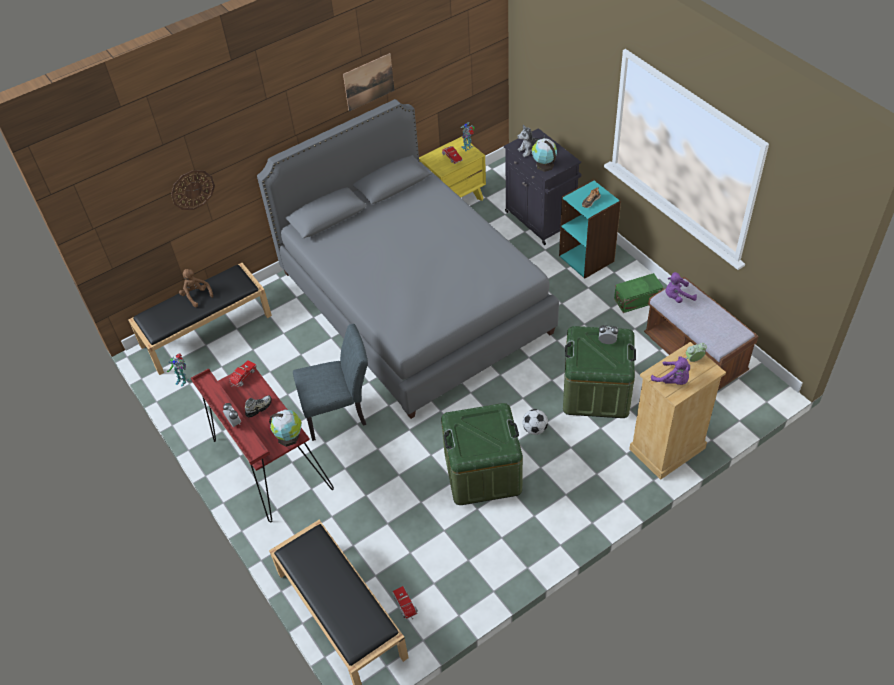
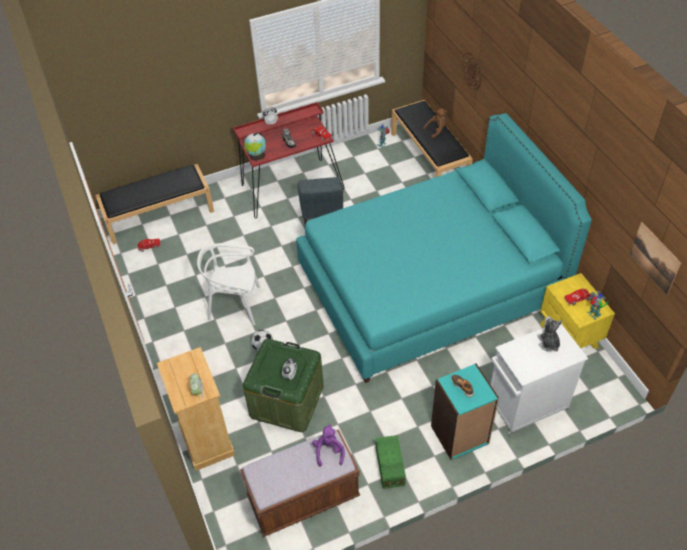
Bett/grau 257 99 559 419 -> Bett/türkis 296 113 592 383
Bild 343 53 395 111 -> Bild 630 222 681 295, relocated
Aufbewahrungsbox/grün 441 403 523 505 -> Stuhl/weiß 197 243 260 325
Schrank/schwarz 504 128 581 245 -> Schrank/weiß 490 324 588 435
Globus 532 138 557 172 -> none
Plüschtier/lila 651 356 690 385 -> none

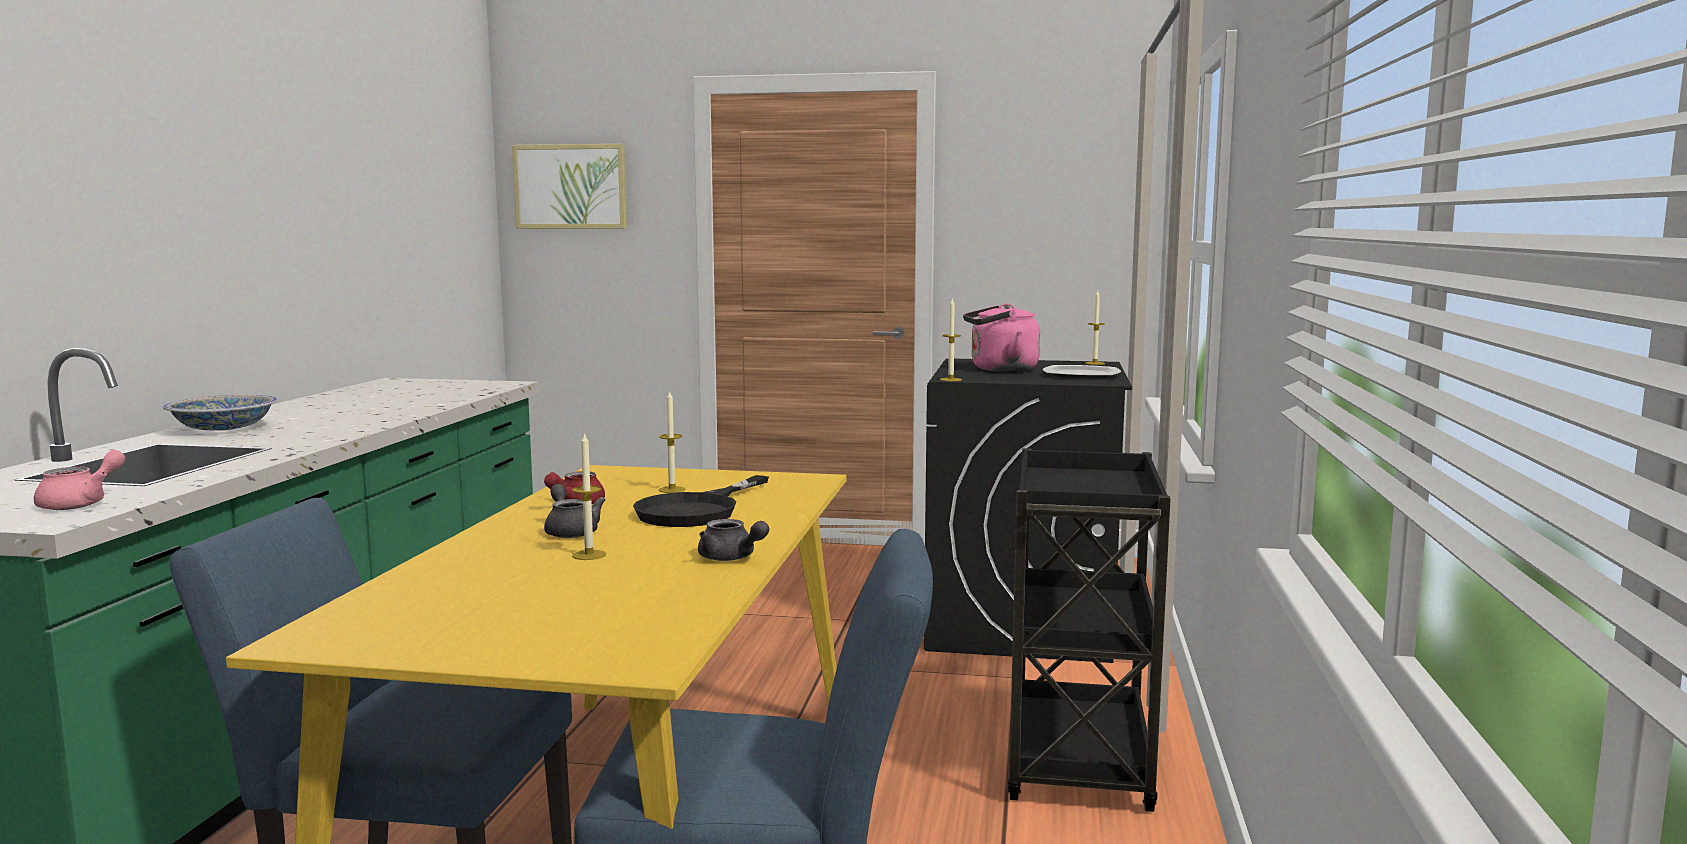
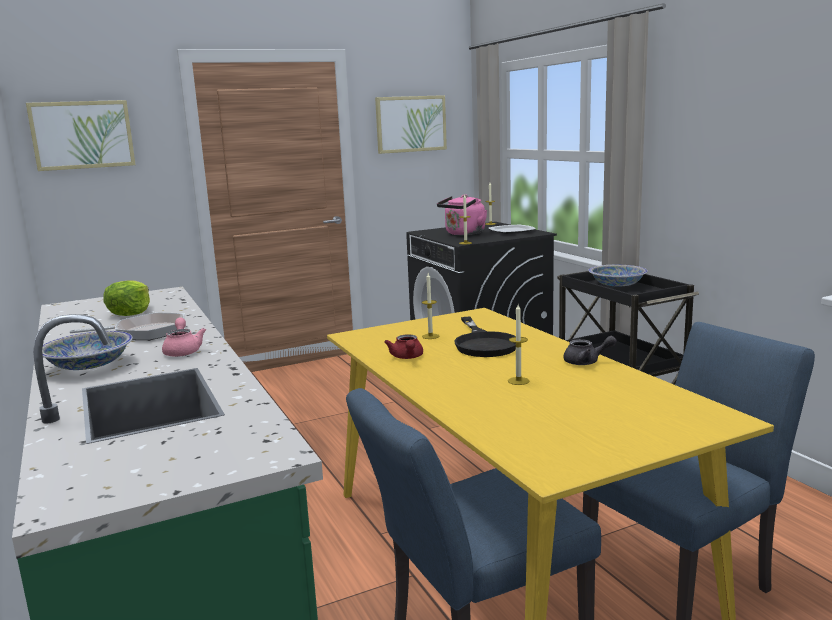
Teekanne/rosa 34 450 125 510 -> Teekanne/rosa 162 318 206 357, relocated
Teekanne/grau 544 484 605 538 -> none
none -> Pfanne 70 313 185 340
none -> Salatkopf 104 280 150 316
none -> Bild 375 95 447 154
none -> Schüssel 588 265 648 287

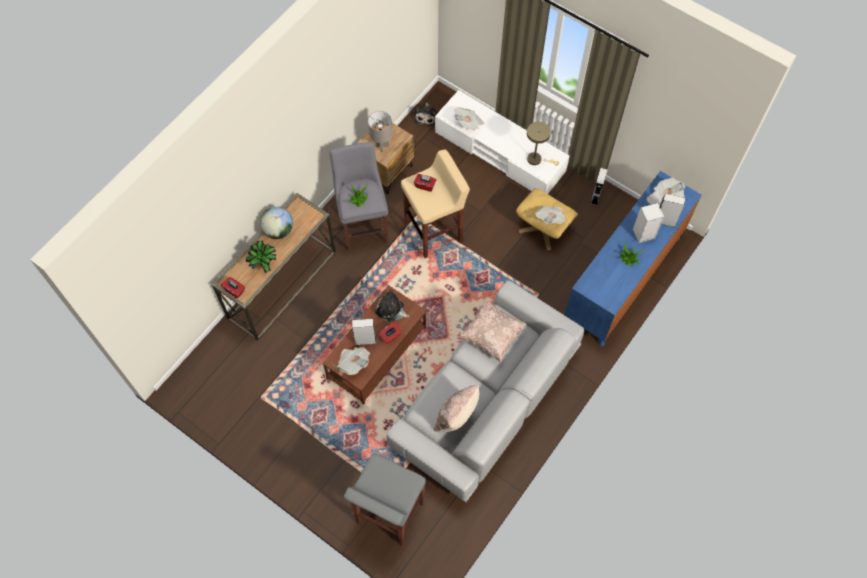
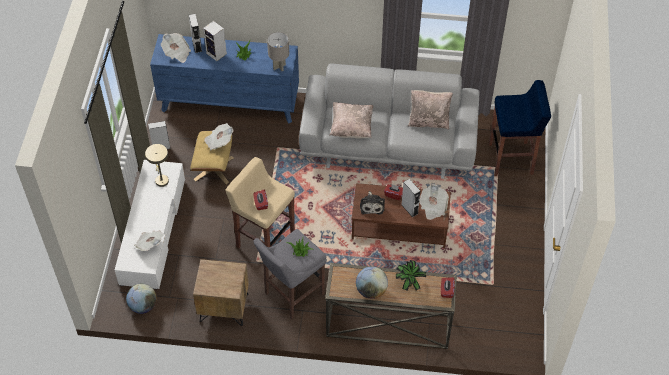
Hocker/grau 344 454 426 546 -> Hocker/blau 489 80 551 176
Tischlampe/grau 368 111 392 152 -> Tischlampe/grau 267 32 289 71, relocated
Plüschtier 414 102 438 126 -> Globus 126 284 157 314

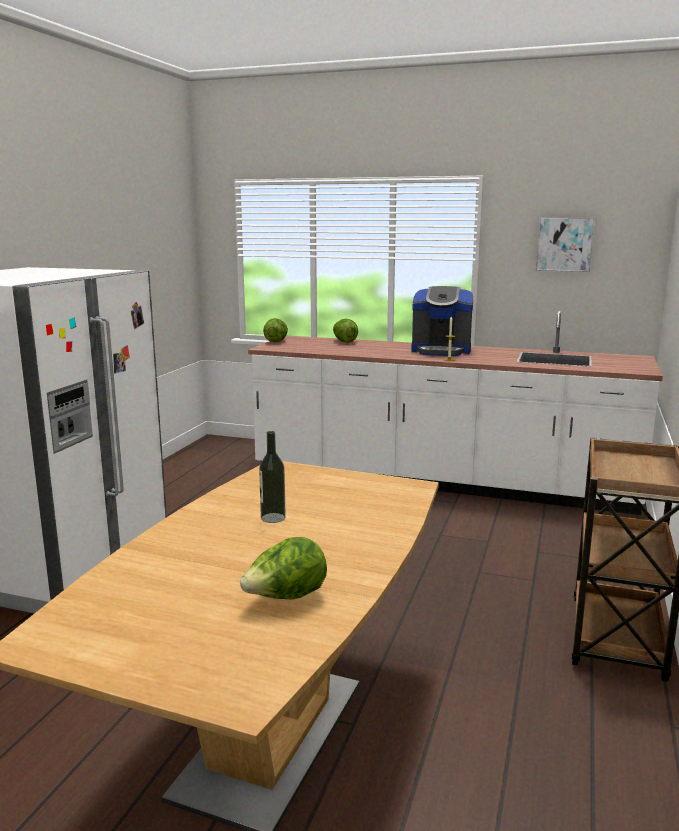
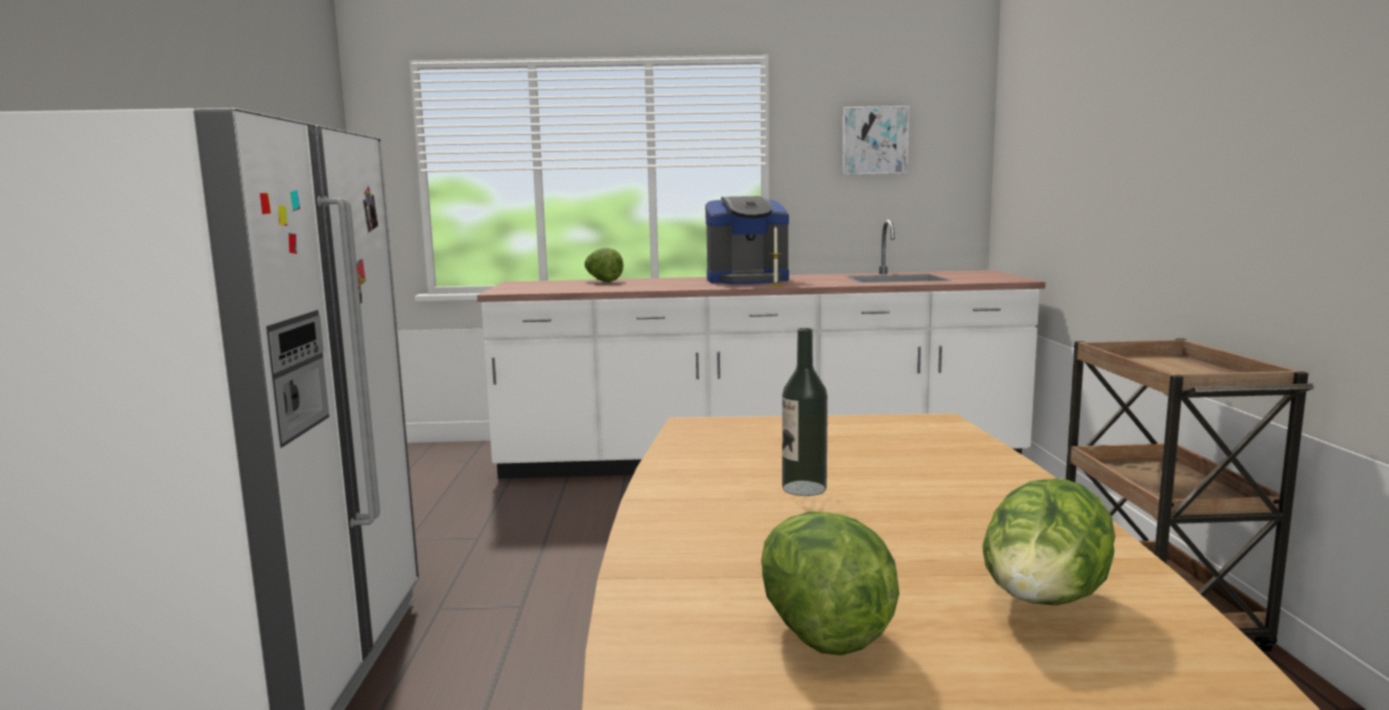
Salatkopf 263 318 288 342 -> Salatkopf 761 511 899 656, relocated

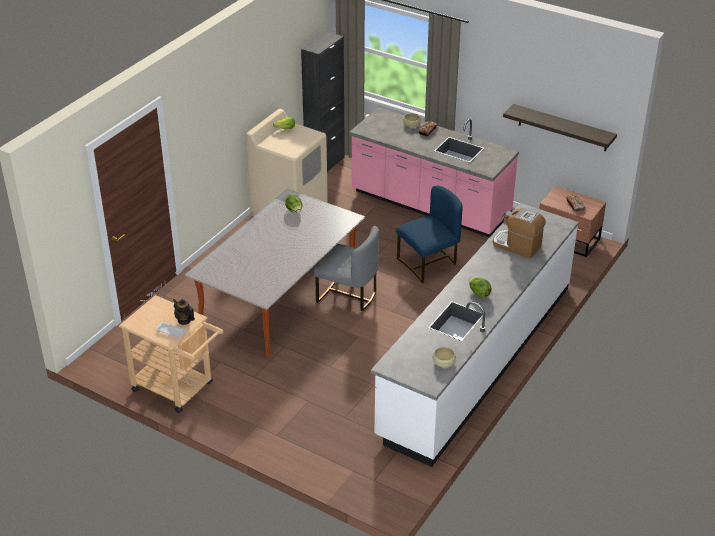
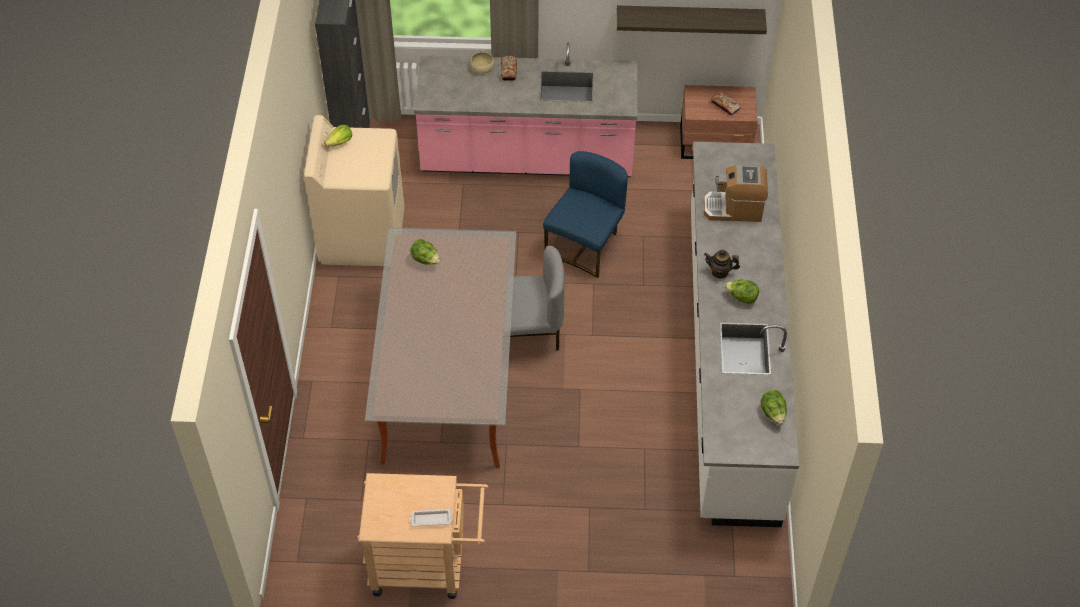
Teekanne 173 299 195 325 -> Teekanne 704 250 740 279, relocated
Schüssel/beige 433 347 456 367 -> Salatkopf 761 390 787 425

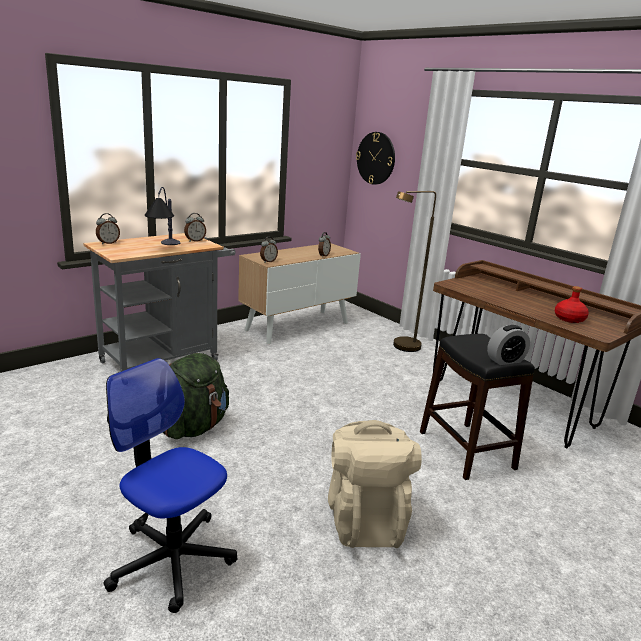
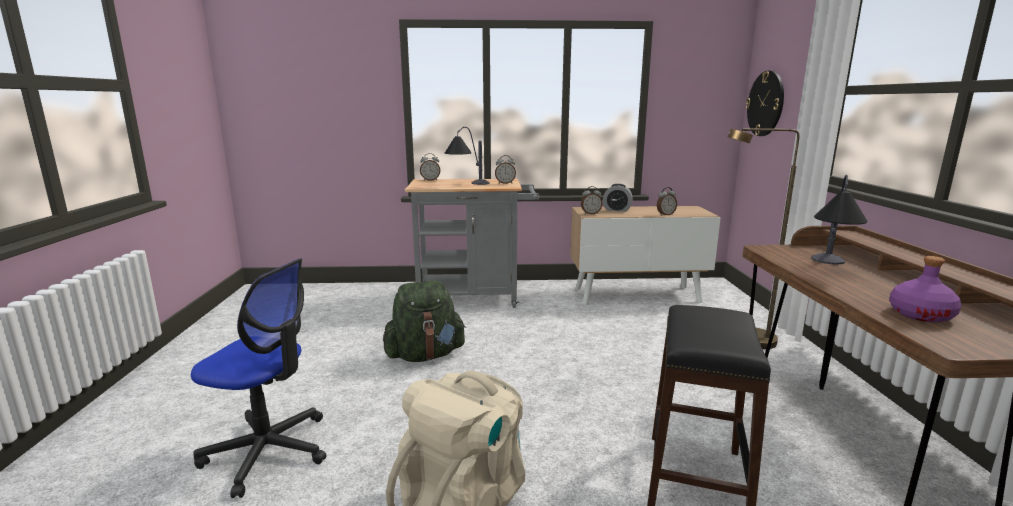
Bürostuhl 103 358 237 613 -> Bürostuhl 191 258 327 498, 120 degrees clockwise
Wecker 487 325 530 365 -> Wecker 603 184 633 212, relocated
Flasche/rot 555 286 589 323 -> Flasche/lila 889 256 962 323
none -> Tischlampe 811 175 867 264

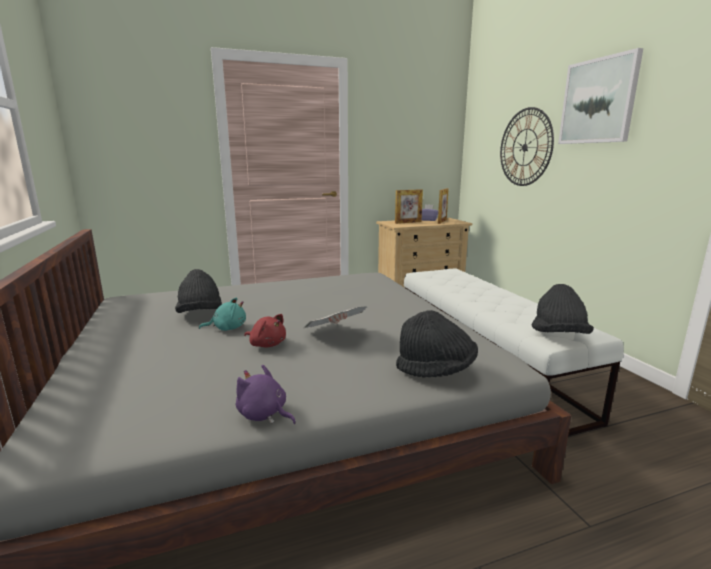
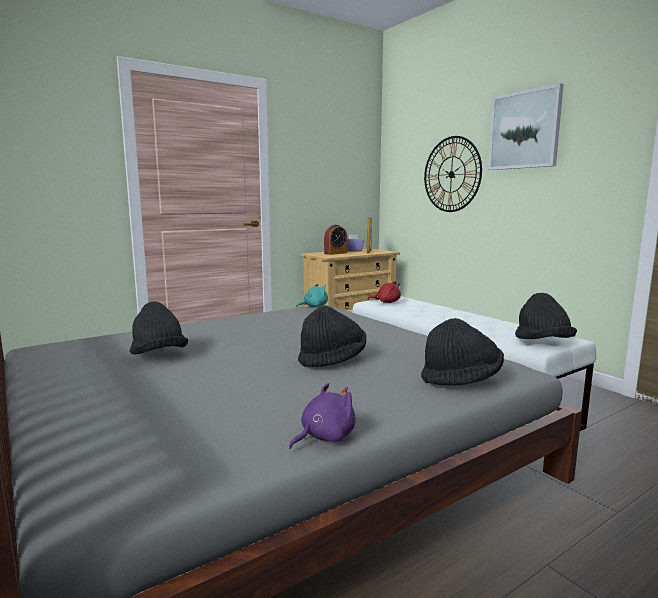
Plüschtier/türkis 199 297 246 331 -> Plüschtier/türkis 296 284 328 307, relocated
Plüschtier/lila 236 365 296 424 -> Plüschtier/lila 289 383 355 449, 120 degrees clockwise
Plüschtier/rot 244 314 286 347 -> Plüschtier/rot 368 281 401 303, relocated
Zeitung 304 307 367 328 -> Hut/schwarz 298 306 366 367
Bilderrahmen 395 189 423 224 -> Wecker 324 225 348 255

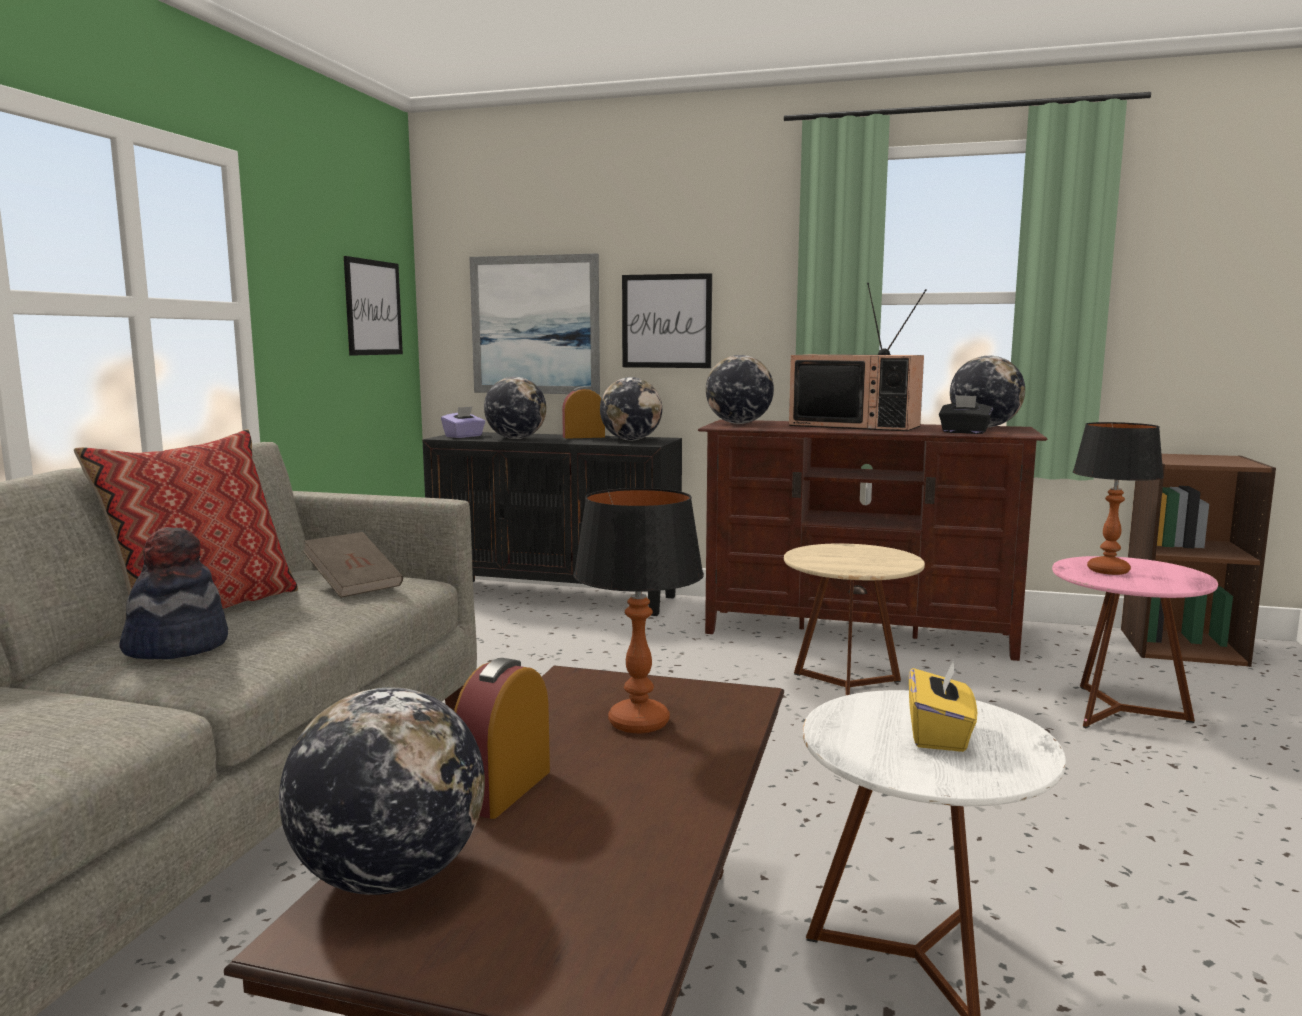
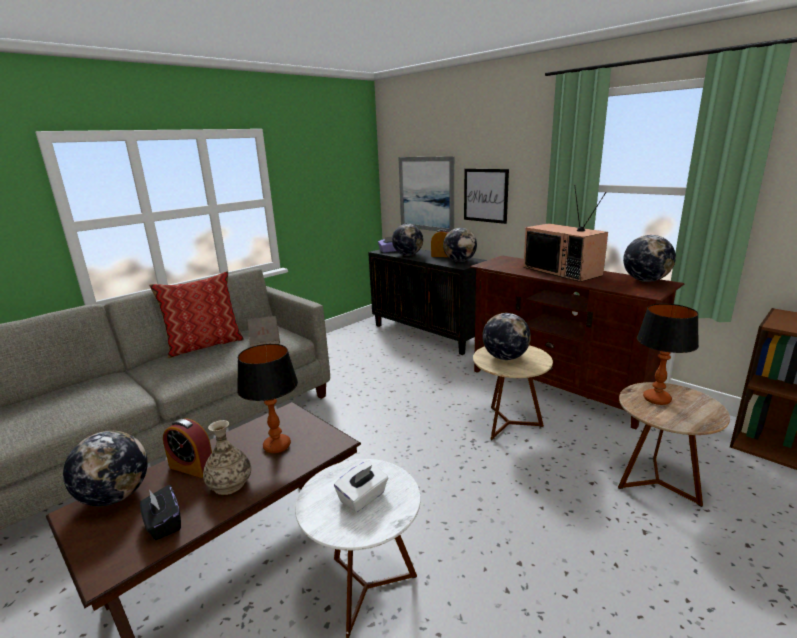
Hut 119 527 228 659 -> none
Bild 344 256 403 356 -> none
Wecker 454 658 550 819 -> Wecker 163 418 212 478, 120 degrees counterclockwise
Globus 706 355 774 424 -> Globus 482 313 531 360, relocated
Taschentuchbox/gelb 909 660 978 752 -> Taschentuchbox/weiß 334 460 388 513
Taschentuchbox/schwarz 939 395 993 434 -> Taschentuchbox/schwarz 140 485 181 540, relocated
Beistelltisch/rosa 1052 556 1218 728 -> Beistelltisch/braun 618 382 730 507
none -> Vase 203 420 251 495

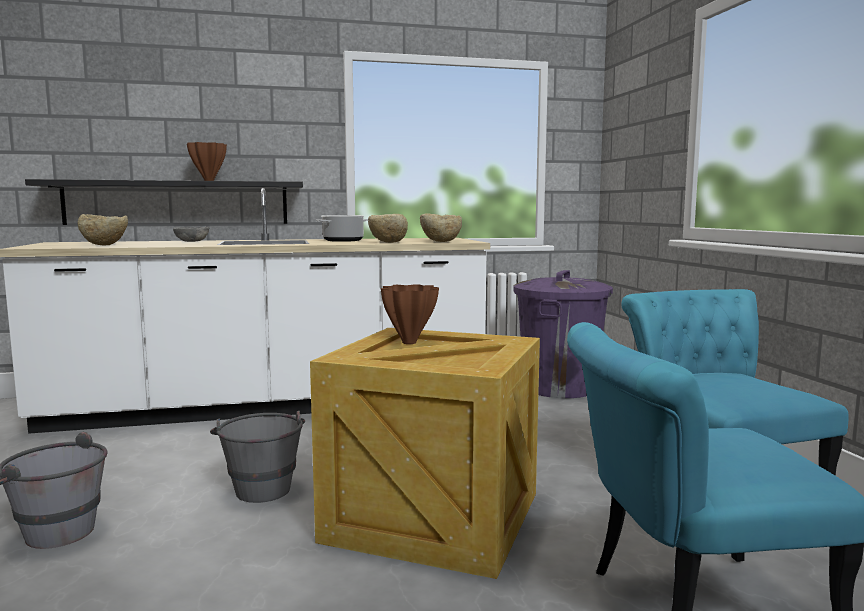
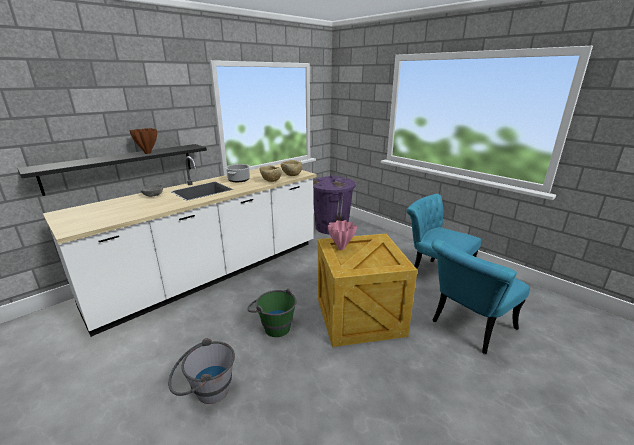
Schüssel/beige 78 214 128 245 -> none
Eimer/grau 210 411 305 503 -> Eimer/grün 247 288 297 337
Vase/braun 381 284 439 344 -> Vase/rosa 328 220 357 250

